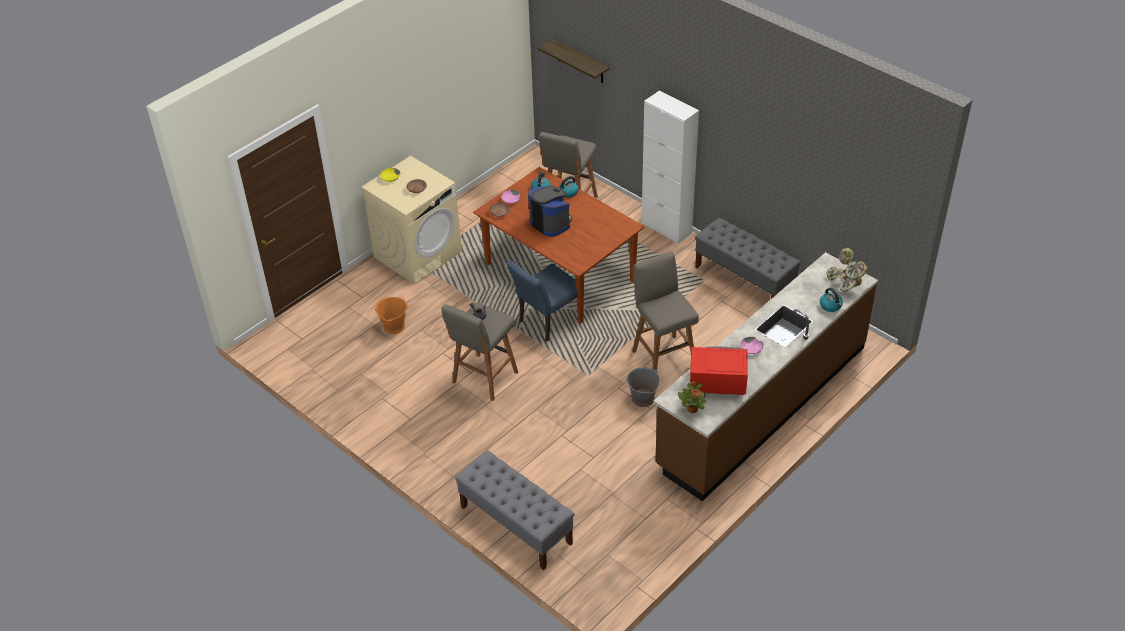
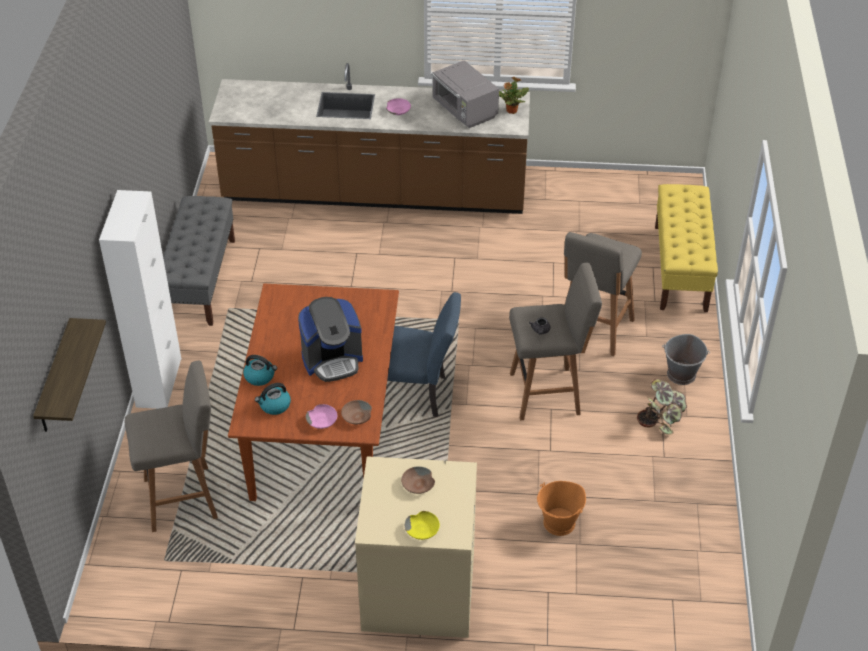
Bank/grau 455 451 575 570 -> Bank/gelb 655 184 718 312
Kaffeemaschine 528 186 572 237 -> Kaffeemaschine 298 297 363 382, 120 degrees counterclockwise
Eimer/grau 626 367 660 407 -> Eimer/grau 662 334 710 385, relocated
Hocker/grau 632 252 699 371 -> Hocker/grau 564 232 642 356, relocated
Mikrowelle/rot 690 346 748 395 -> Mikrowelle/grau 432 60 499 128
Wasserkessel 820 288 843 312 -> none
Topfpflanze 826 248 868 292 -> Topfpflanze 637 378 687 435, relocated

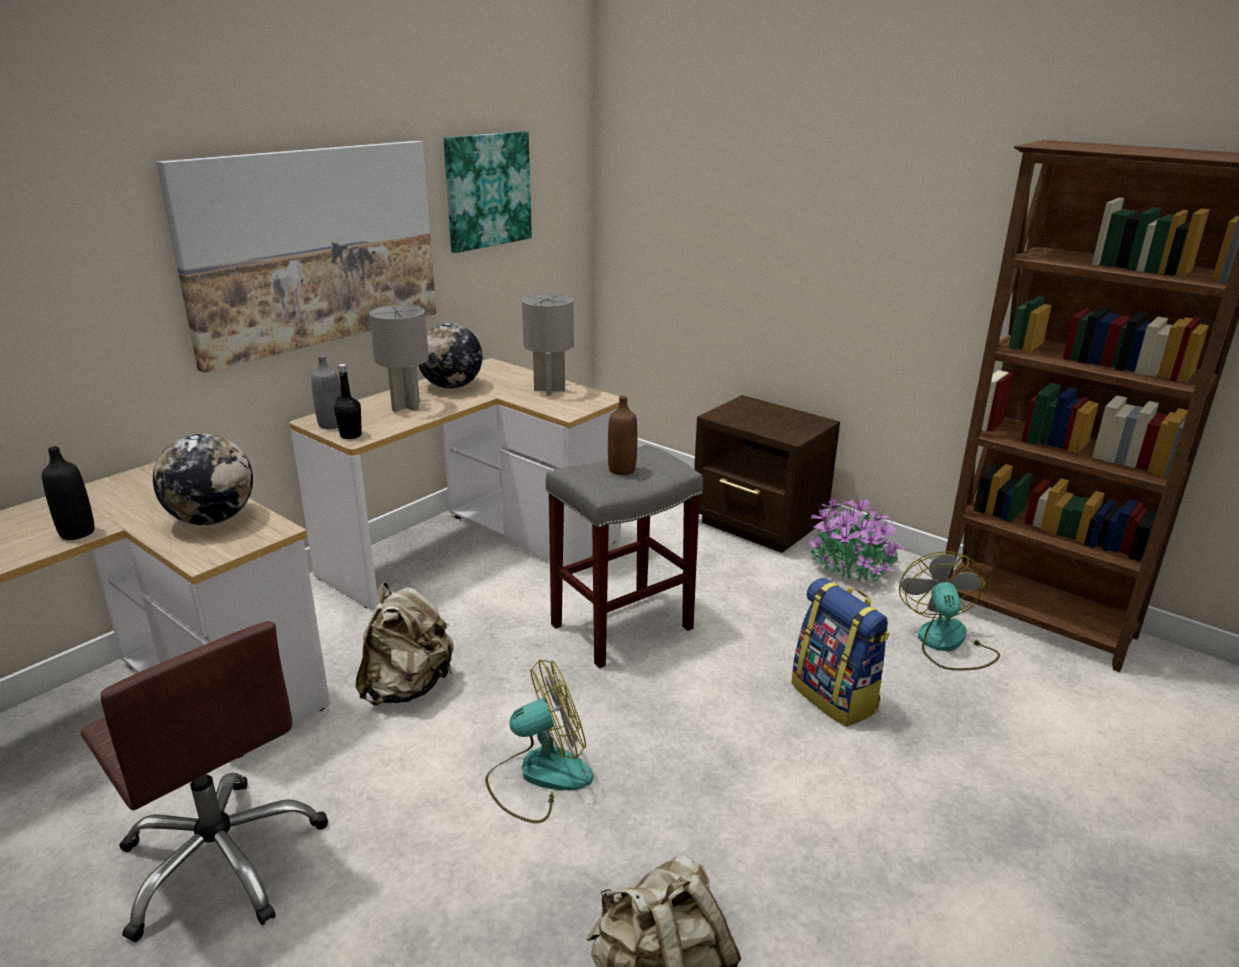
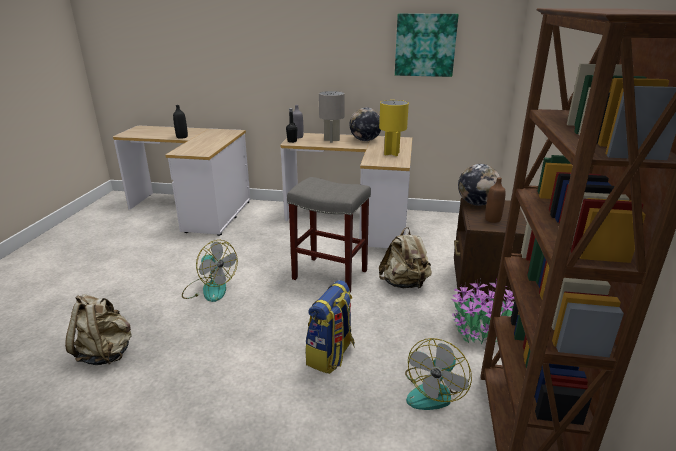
Bürostuhl/braun 81 621 328 942 -> none
Globus 153 433 253 525 -> Globus 458 164 500 206, relocated
Bild 156 141 436 373 -> none
Rucksack/beige 356 582 454 706 -> Rucksack/beige 379 227 432 289, relocated
Tischlampe/grau 522 293 574 396 -> Tischlampe/gelb 379 100 409 156
Flasche/braun 608 396 637 475 -> Flasche/braun 485 177 506 223, relocated
Ventilator 899 551 1000 671 -> Ventilator 405 338 472 410, 150 degrees clockwise

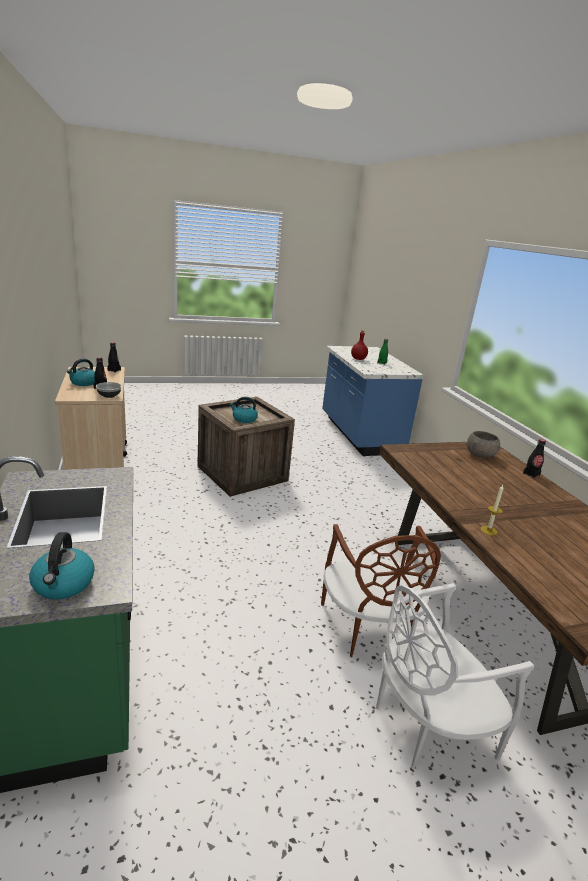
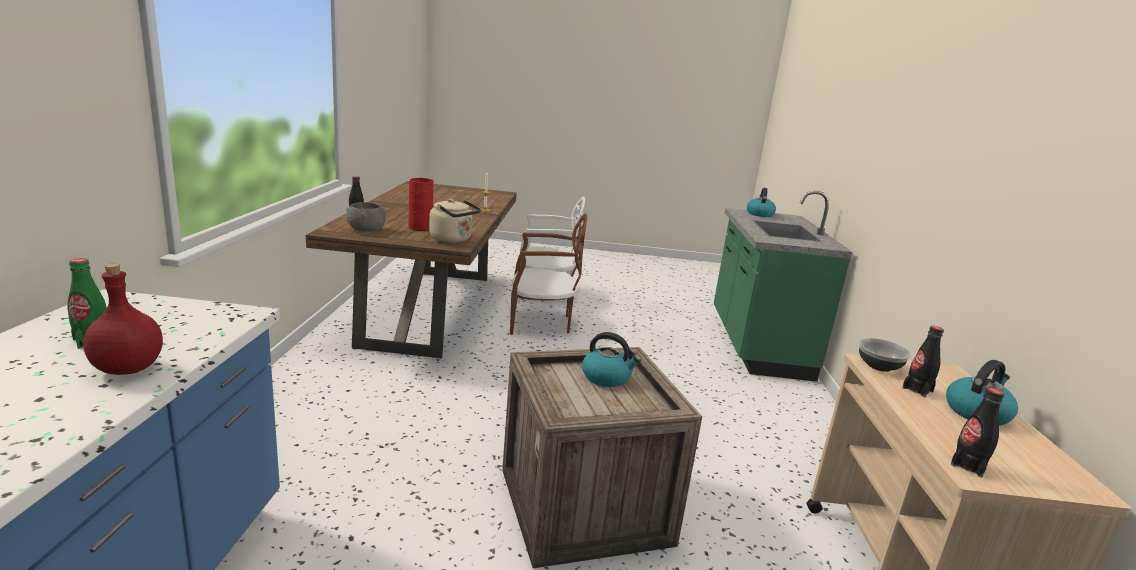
Stuhl/braun 321 524 441 657 -> Stuhl/braun 510 213 587 335, 75 degrees clockwise
none -> Vase/rot 408 178 433 231
none -> Wasserkessel/beige 429 199 481 243

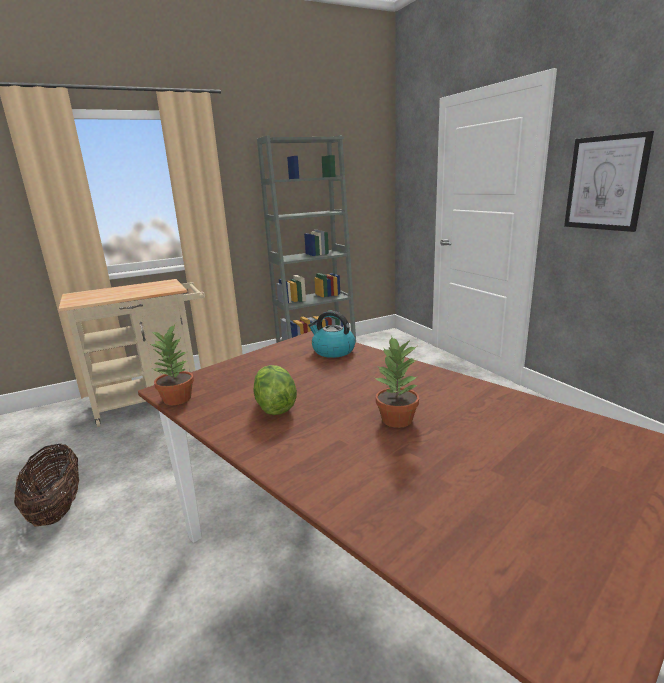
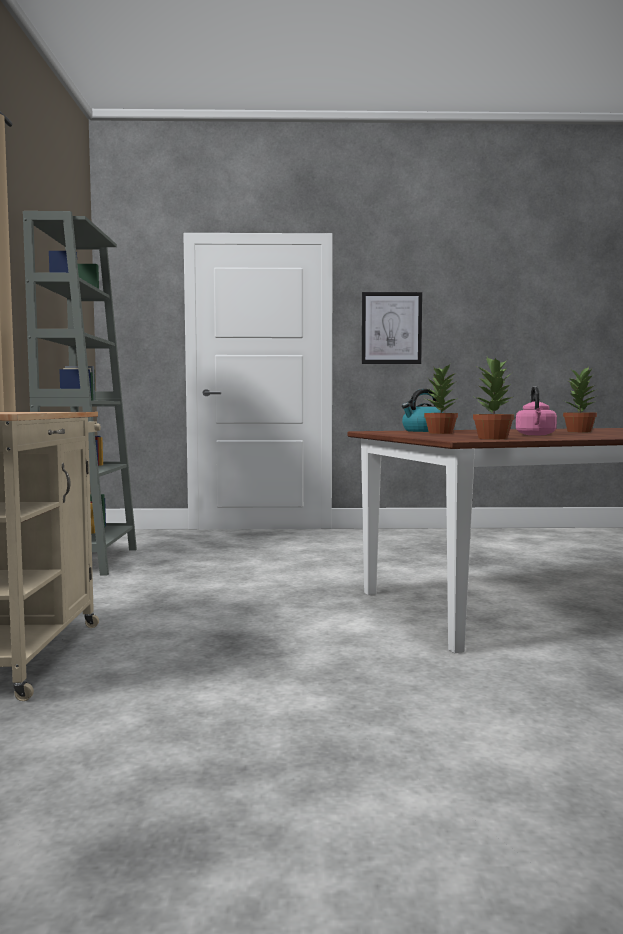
Korb 14 443 79 526 -> none
Salatkopf 253 365 297 415 -> Wasserkessel/rosa 516 386 557 435
none -> Topfpflanze 424 364 458 434

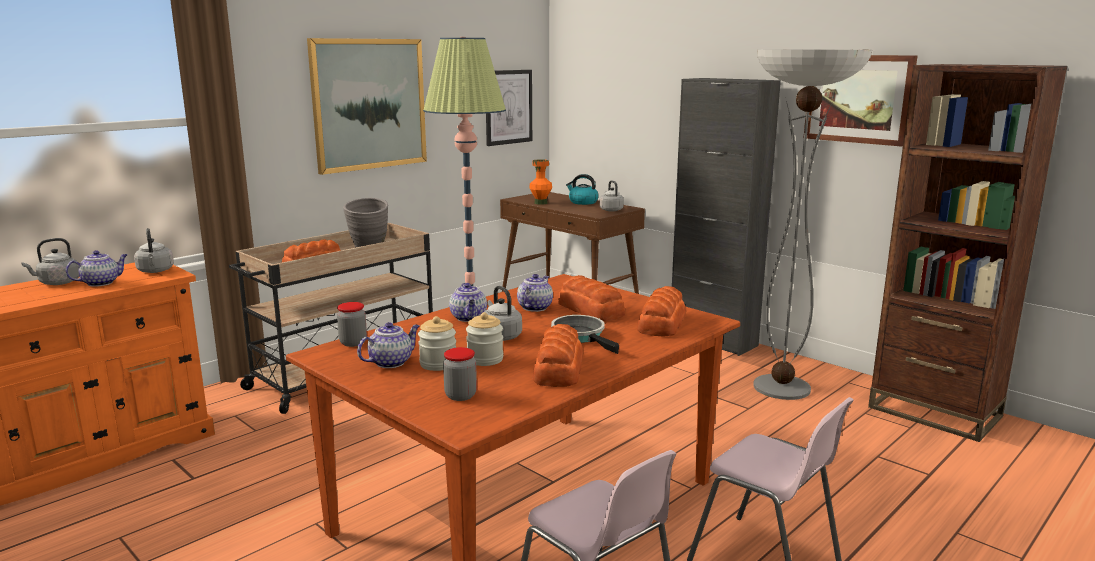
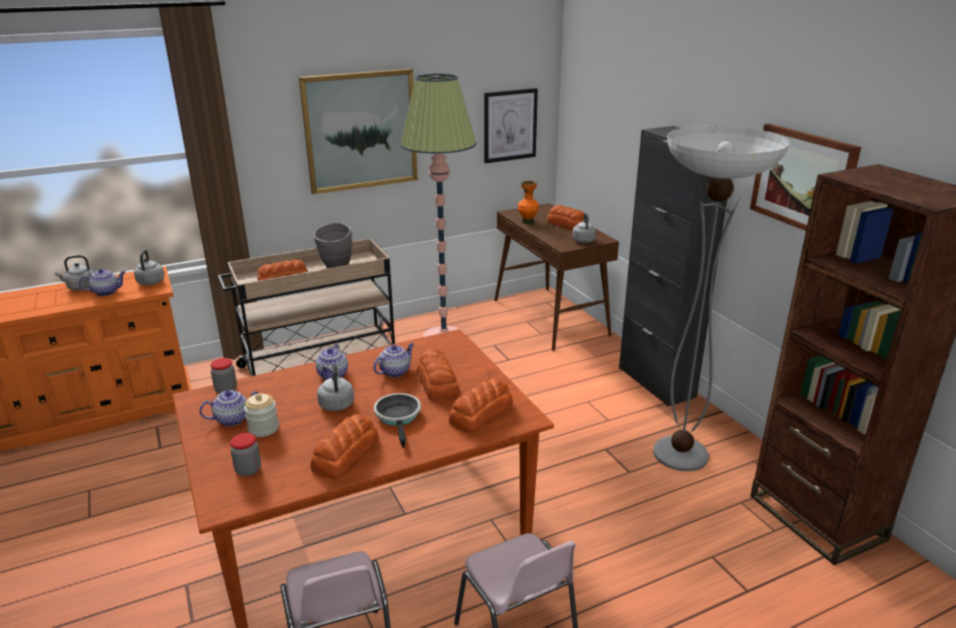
Vorratsglas 466 312 503 366 -> none
Wasserkessel 566 174 599 205 -> Brot 547 205 584 230

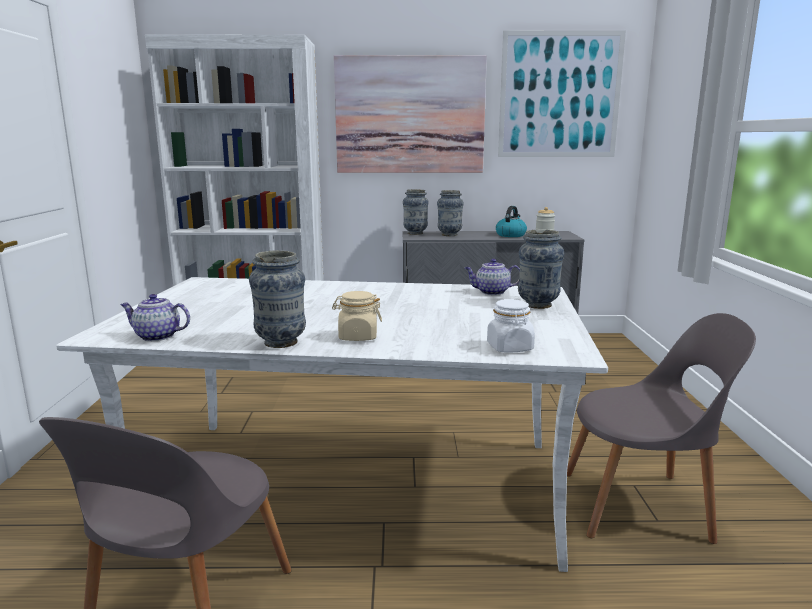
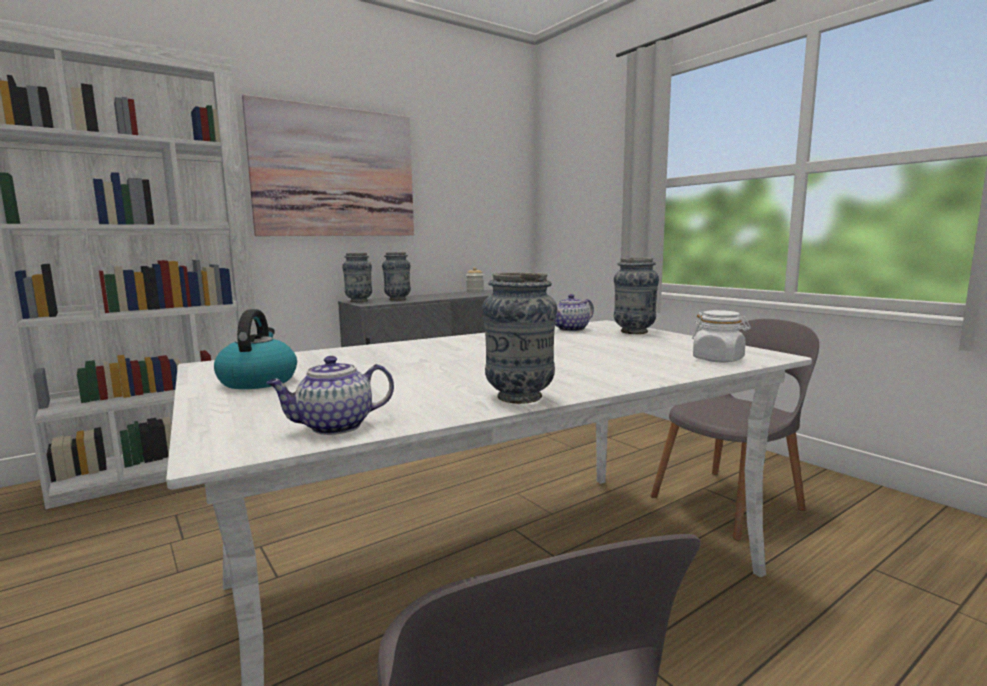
Vorratsglas/beige 332 291 382 341 -> none
Wasserkessel 496 206 527 237 -> Wasserkessel 214 309 297 389, relocated
Bild 498 30 626 157 -> none

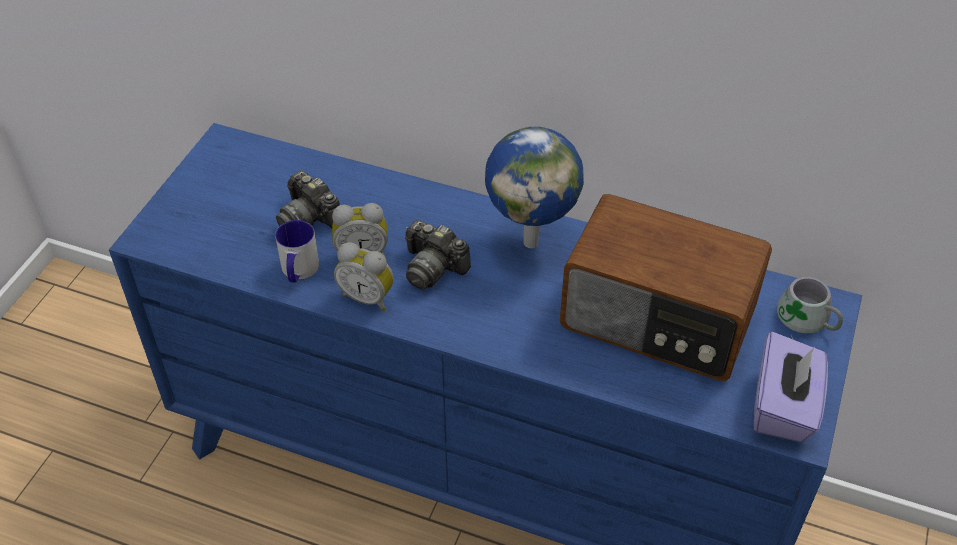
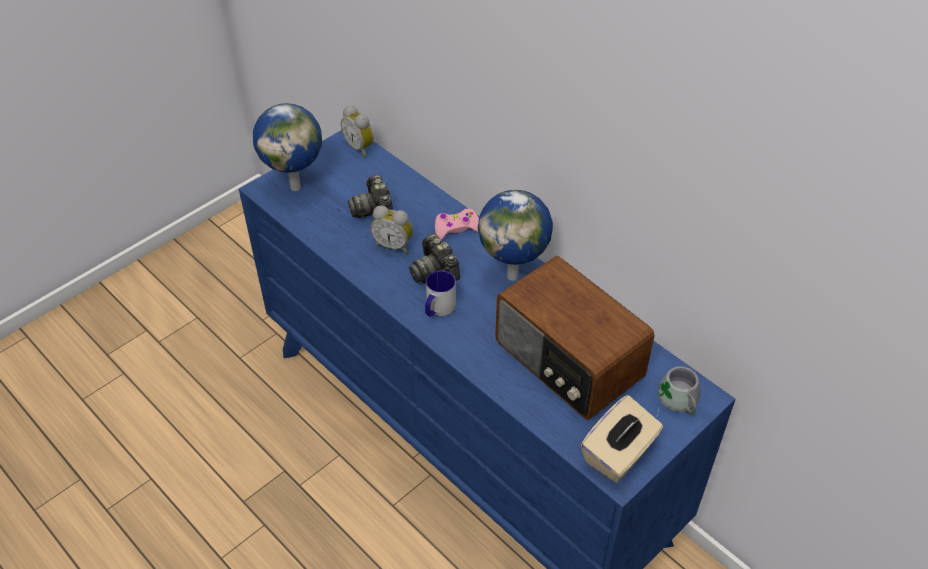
Henkelbecher 275 220 319 282 -> Henkelbecher 425 270 456 316, relocated
Wecker 334 242 394 311 -> Wecker 341 105 374 157, relocated
Taschentuchbox/lila 754 332 828 442 -> Taschentuchbox/beige 581 395 663 482
none -> Globus 253 103 322 191
none -> Gamepad/rosa 435 209 479 240

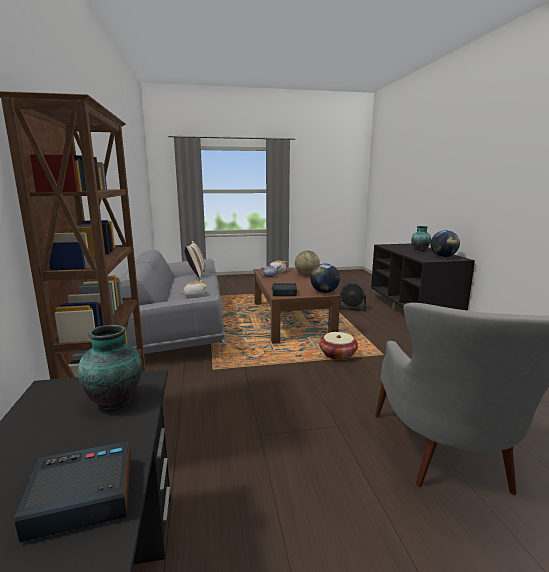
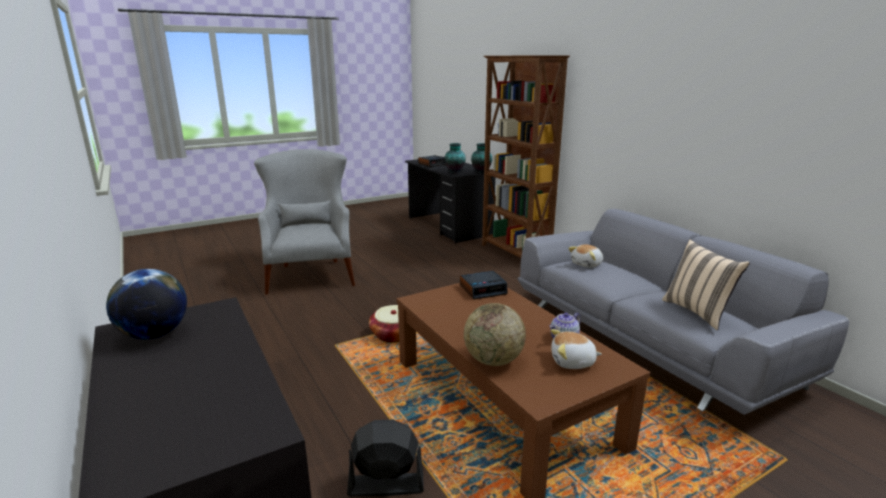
Globus 310 264 340 293 -> none
Vase 411 226 431 252 -> Vase 471 143 492 173, relocated

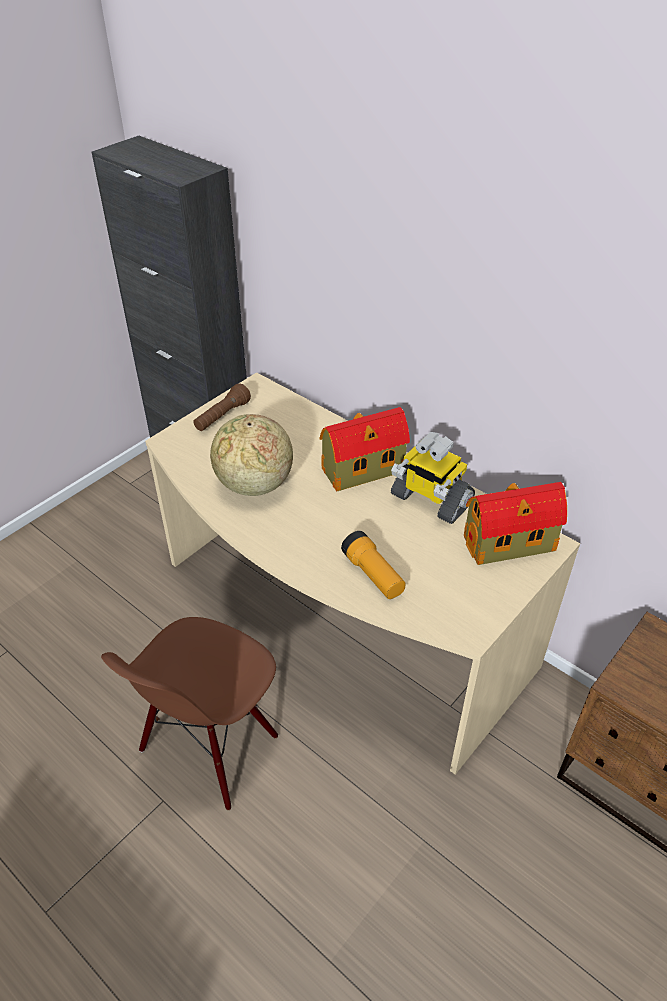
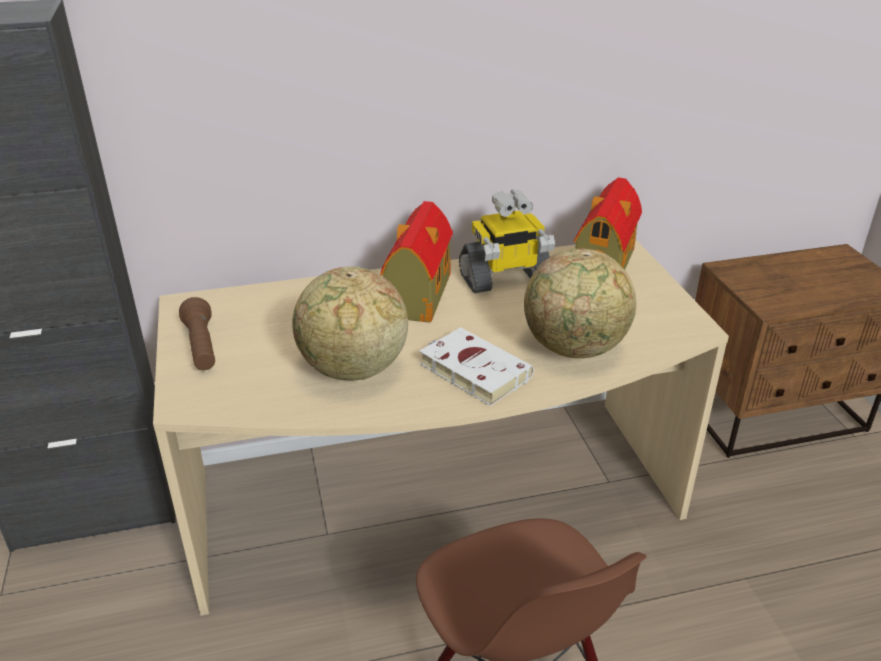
Taschenlampe 341 531 405 599 -> Globus 524 248 636 358
none -> Buch/weiß 419 327 534 406

